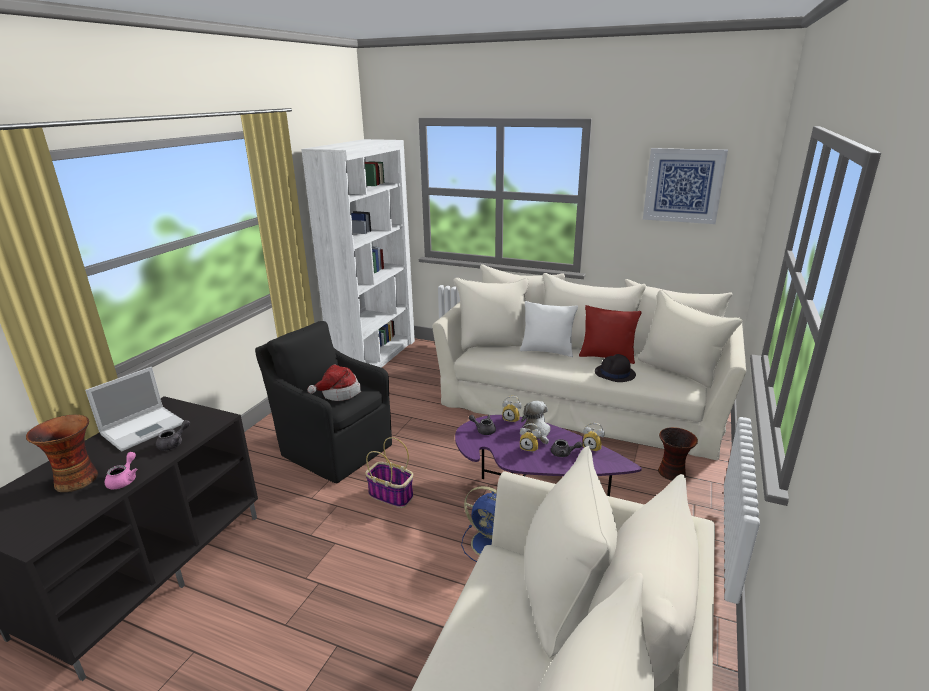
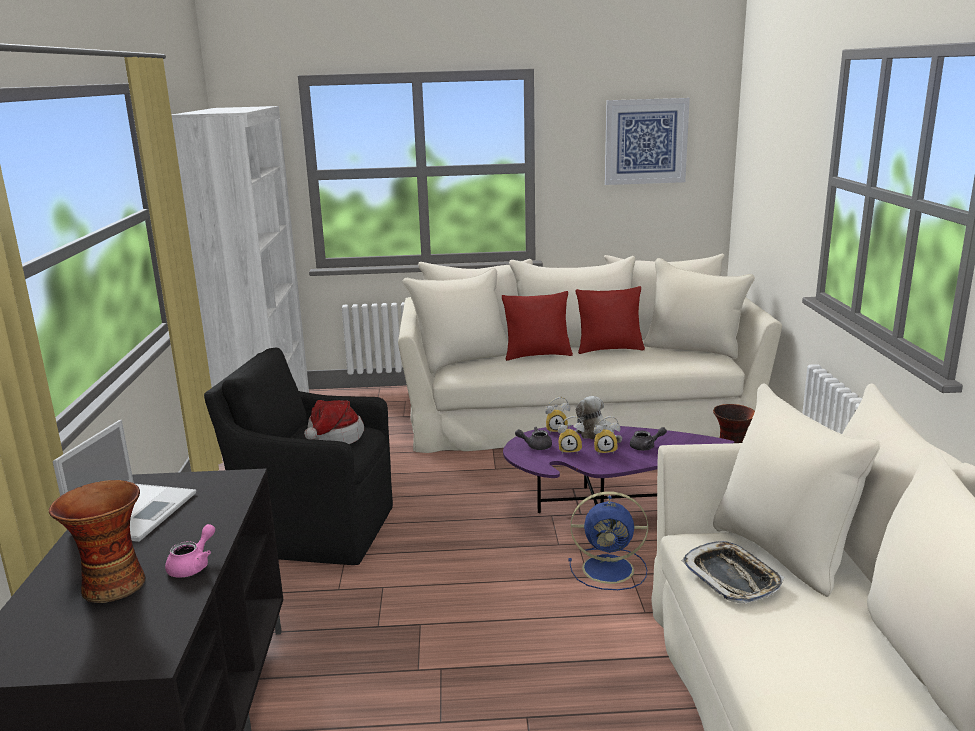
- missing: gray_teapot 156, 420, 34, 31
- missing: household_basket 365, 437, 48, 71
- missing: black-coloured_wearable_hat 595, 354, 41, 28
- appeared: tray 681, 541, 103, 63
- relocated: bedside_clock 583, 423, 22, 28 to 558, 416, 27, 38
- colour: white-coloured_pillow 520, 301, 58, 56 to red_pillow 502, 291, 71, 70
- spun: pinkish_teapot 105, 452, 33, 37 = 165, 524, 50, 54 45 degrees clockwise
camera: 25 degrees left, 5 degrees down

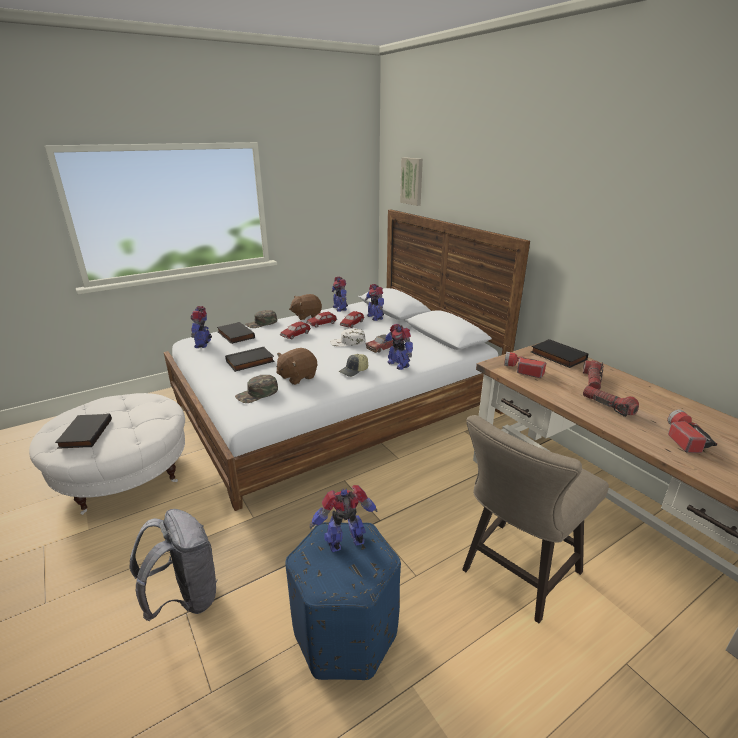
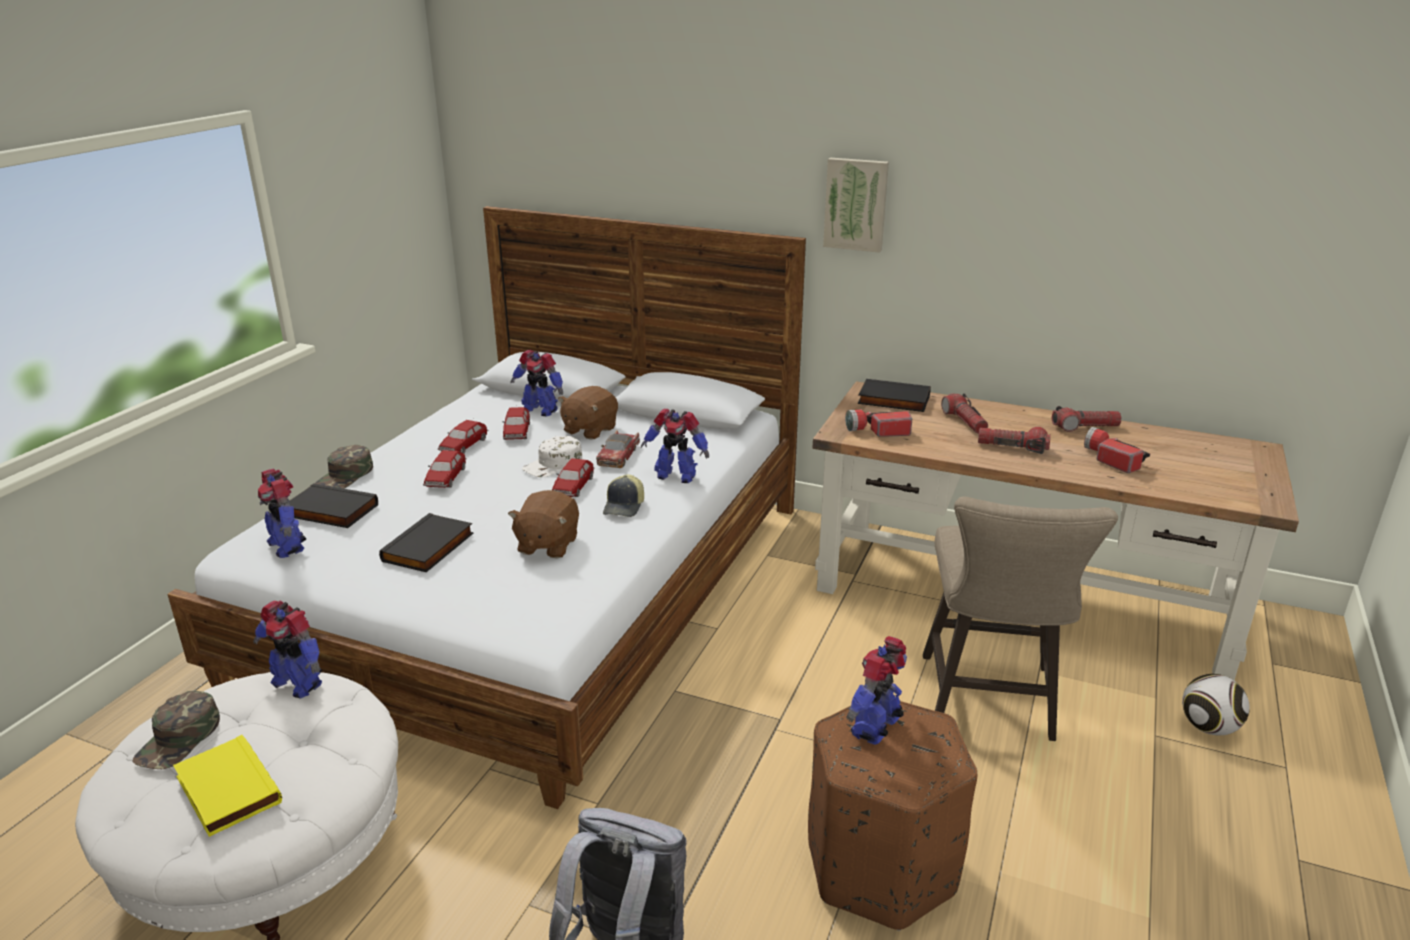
- appeared: miniature_car 552, 458, 42, 39
- appeared: hand_torch 1051, 406, 71, 26
- appeared: football_ball 1182, 674, 68, 61
- relocated: green_peaked_cap 235, 375, 43, 28 to 132, 690, 88, 79
- relocated: brownish_soft_toy 289, 294, 33, 26 to 558, 386, 60, 54
- relocated: toy_robot 332, 277, 16, 35 to 253, 601, 69, 98
- relocated: wall_picture 400, 157, 23, 49 to 823, 158, 66, 95
- colour: black-coloured_volume 55, 413, 57, 36 to yellow_volume 173, 735, 109, 102
- colour: blue_footrest 285, 522, 116, 158 to brownish_footrest 808, 701, 169, 230
camera: 35 degrees left, 0 degrees up

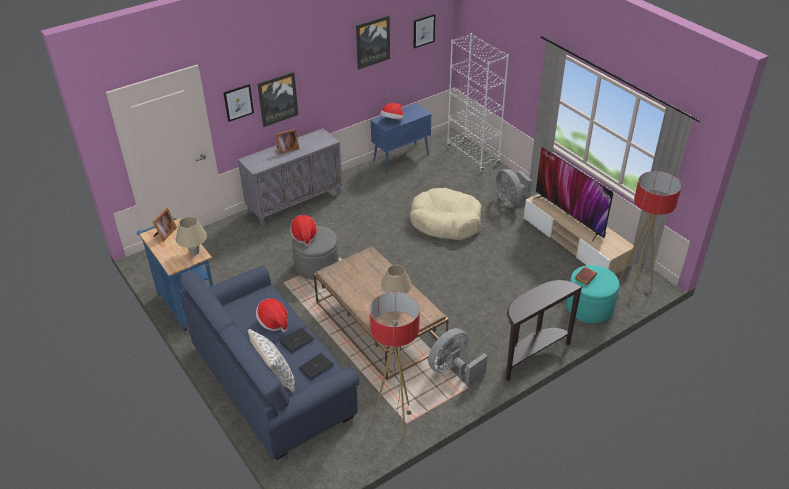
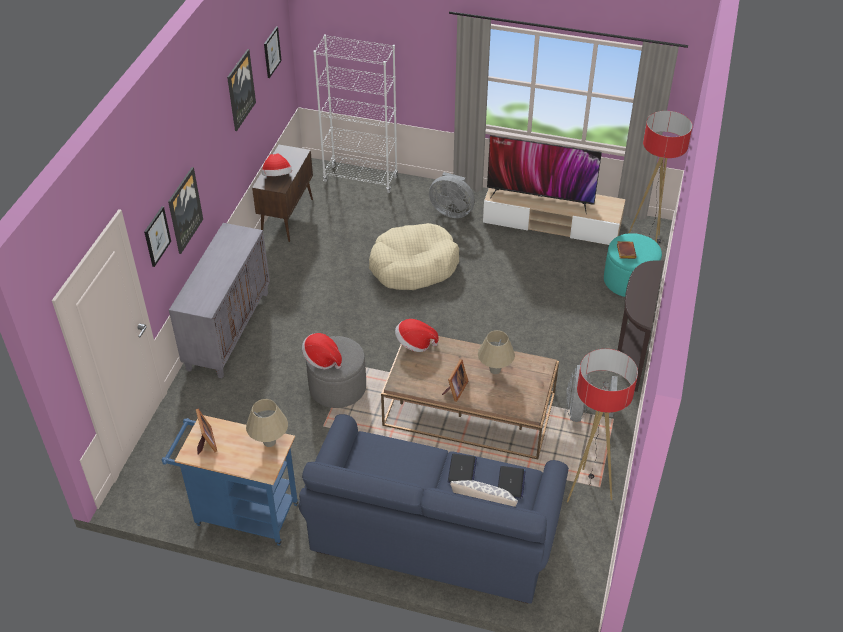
- relocated: wearable_hat 256, 299, 32, 33 to 395, 319, 44, 33
- relocated: picture_frame 276, 129, 23, 25 to 442, 359, 26, 43
- colour: blue_cabinet 371, 103, 60, 69 to brownish_cabinet 252, 145, 61, 97
camera: 40 degrees left, 5 degrees up

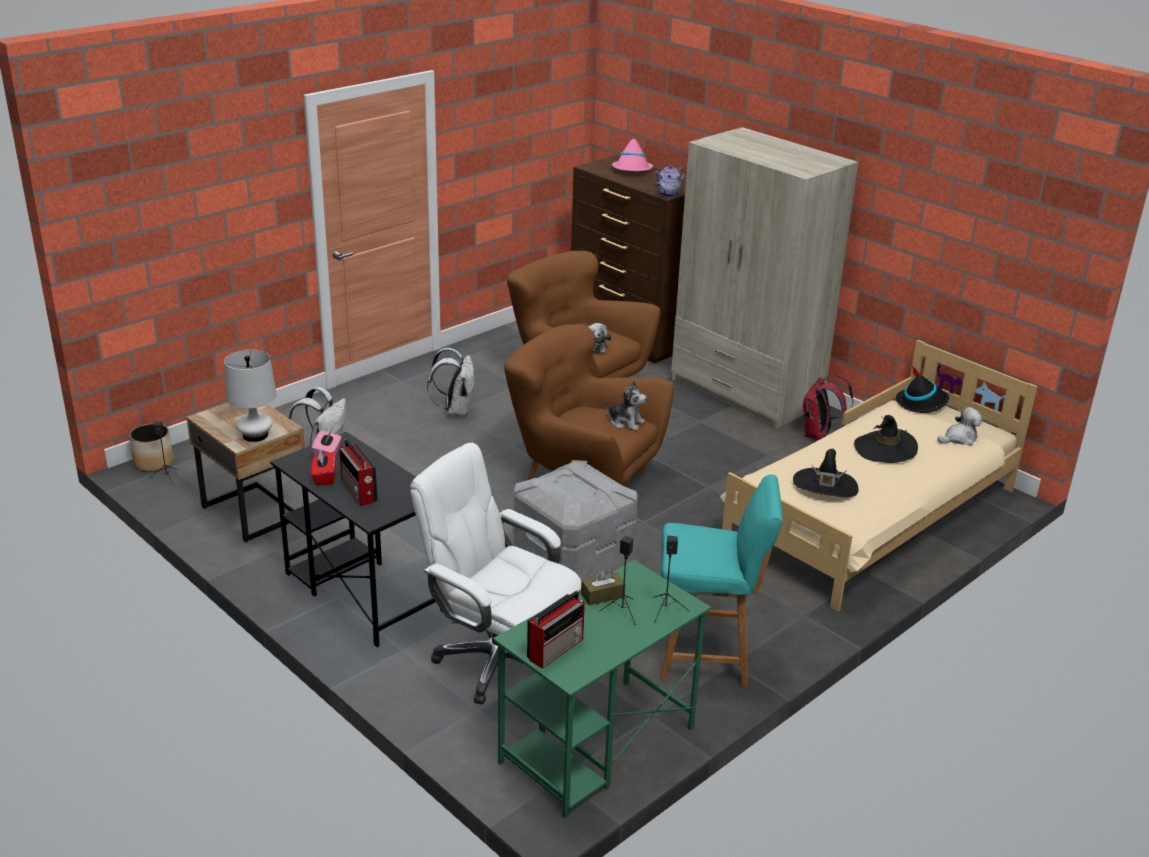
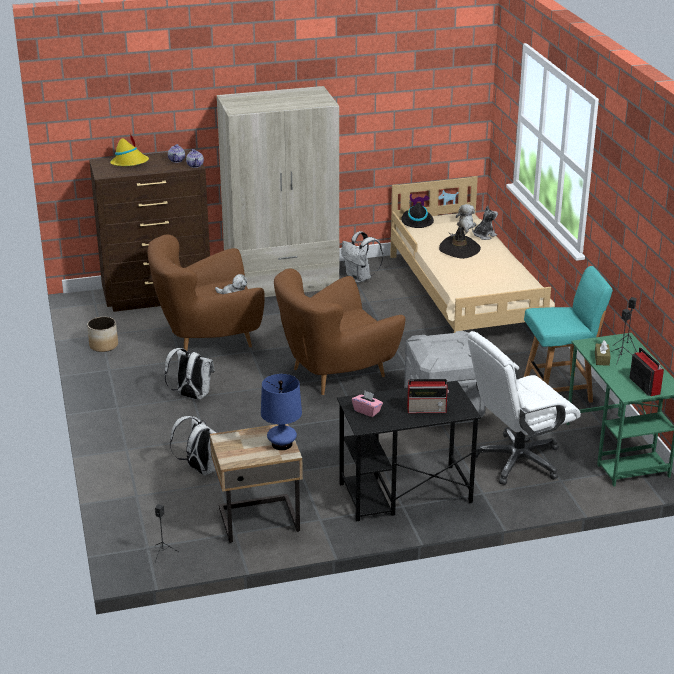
- missing: red_tissue_box 311, 450, 25, 35
- missing: black-coloured_wearable_hat 793, 449, 66, 48
- relocated: plant_pot 129, 424, 45, 48 to 87, 317, 31, 35
- relocated: soft_toy 604, 381, 43, 50 to 472, 206, 26, 34
- colour: white-coloured_tabletop_lamp 224, 350, 53, 92 to blue_tabletop_lamp 261, 374, 41, 76
- colour: pinkish_wearable_hat 612, 138, 41, 33 to yellow_wearable_hat 110, 134, 39, 32
- colour: red_rucksack 802, 374, 52, 66 to white-coloured_rucksack 341, 231, 42, 52
- spun: blue-green_upright_chair 661, 474, 122, 212 = 524, 266, 89, 137 45 degrees clockwise
camera: 60 degrees left, 0 degrees up

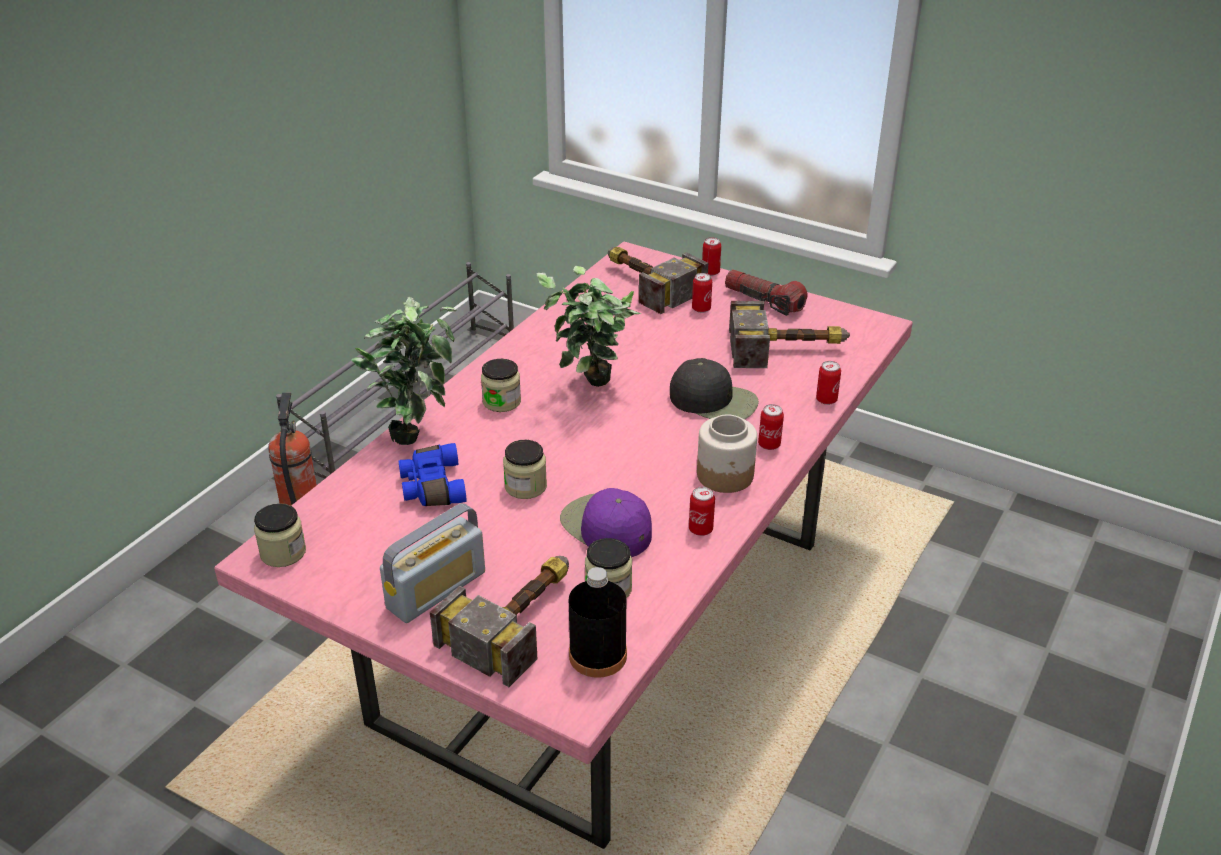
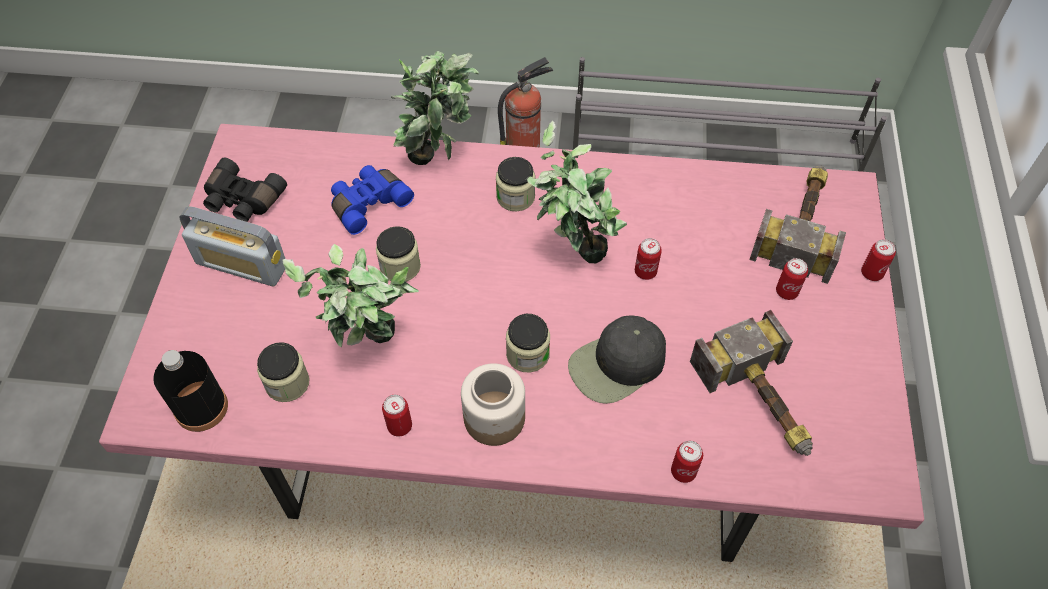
- missing: hammer 430, 556, 139, 131
- missing: hand_torch 725, 269, 83, 47
- appeared: black-coloured_pair_of_binoculars 203, 158, 84, 64
- relocated: preserve_jar 254, 503, 52, 64 to 506, 314, 44, 58
- relocated: metal_can 758, 404, 26, 46 to 635, 238, 27, 42
- exchanged: purplish_peaked_cap 560, 488, 92, 69 to plant_in_a_pot 282, 244, 137, 103
- spun: black-coloured_peaked_cap 670, 358, 89, 61 = 568, 315, 98, 89 60 degrees clockwise
camera: 65 degrees right, 20 degrees up

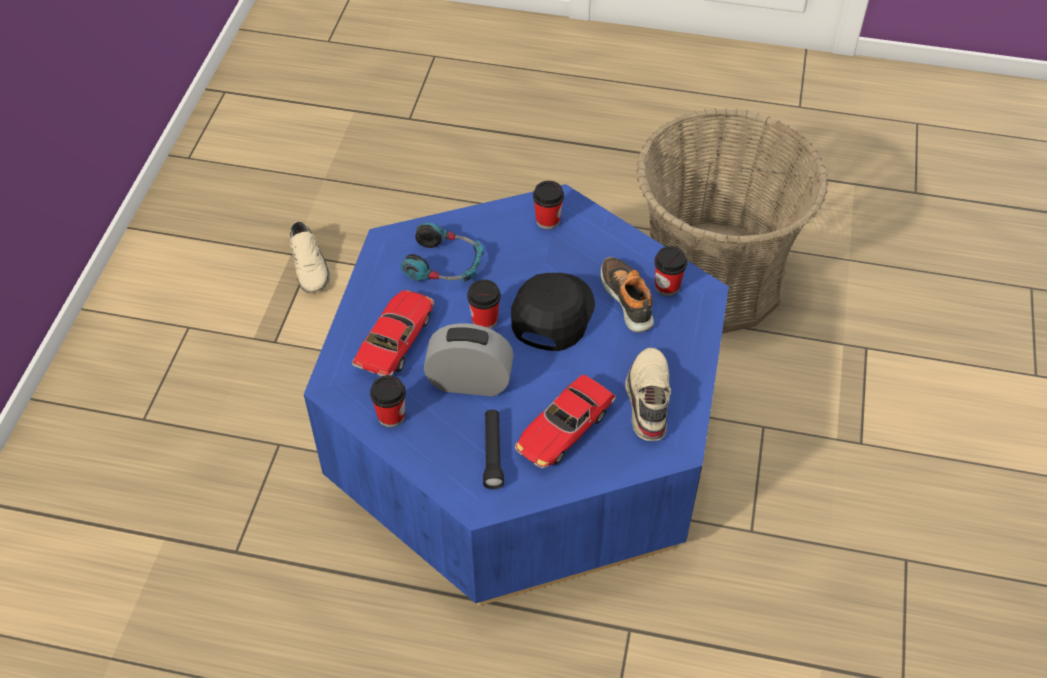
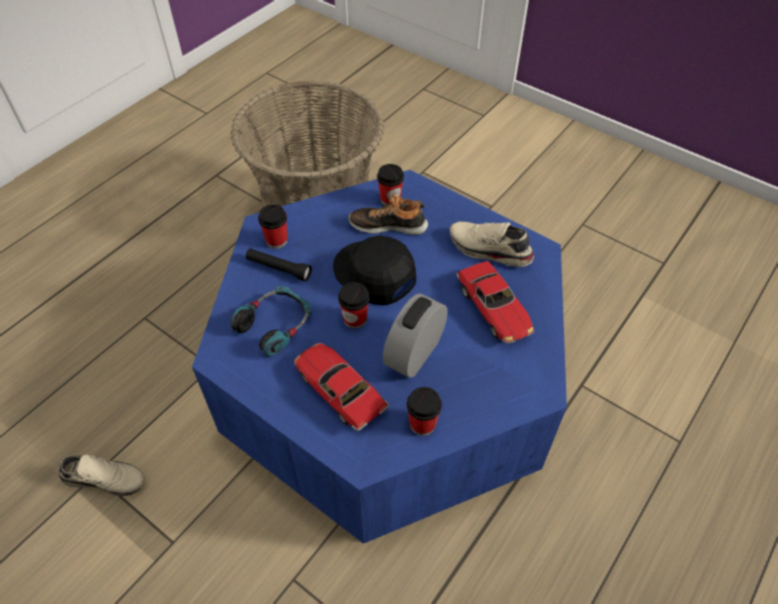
- relocated: black-coloured_hand_torch 483, 410, 21, 79 to 246, 248, 66, 34
camera: 65 degrees left, 0 degrees up

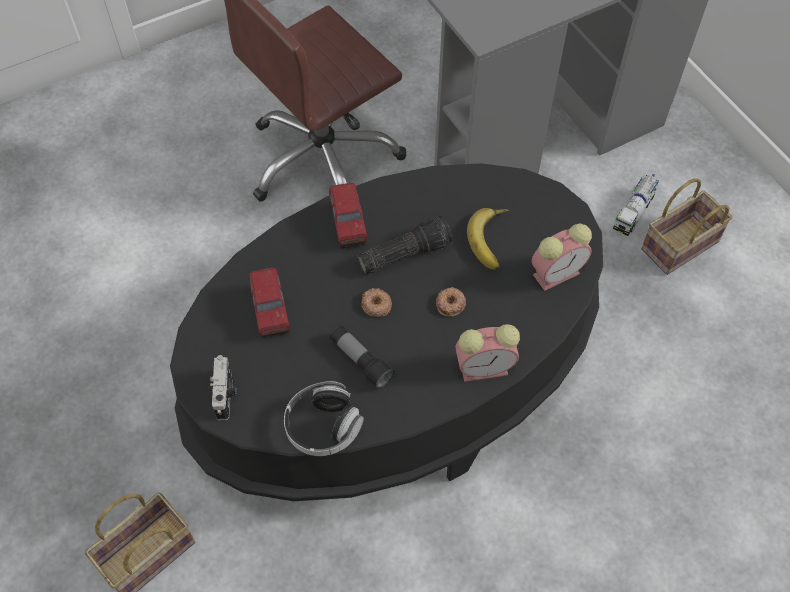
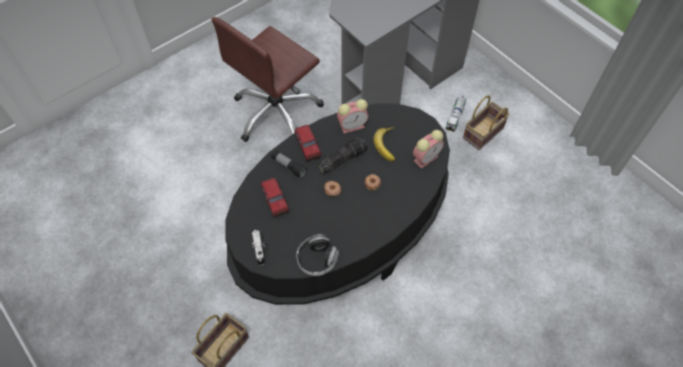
- relocated: hand_torch 330, 326, 65, 63 to 271, 150, 36, 29
- relocated: bedside_clock 455, 324, 65, 58 to 337, 99, 32, 35
camera: 10 degrees left, 0 degrees up

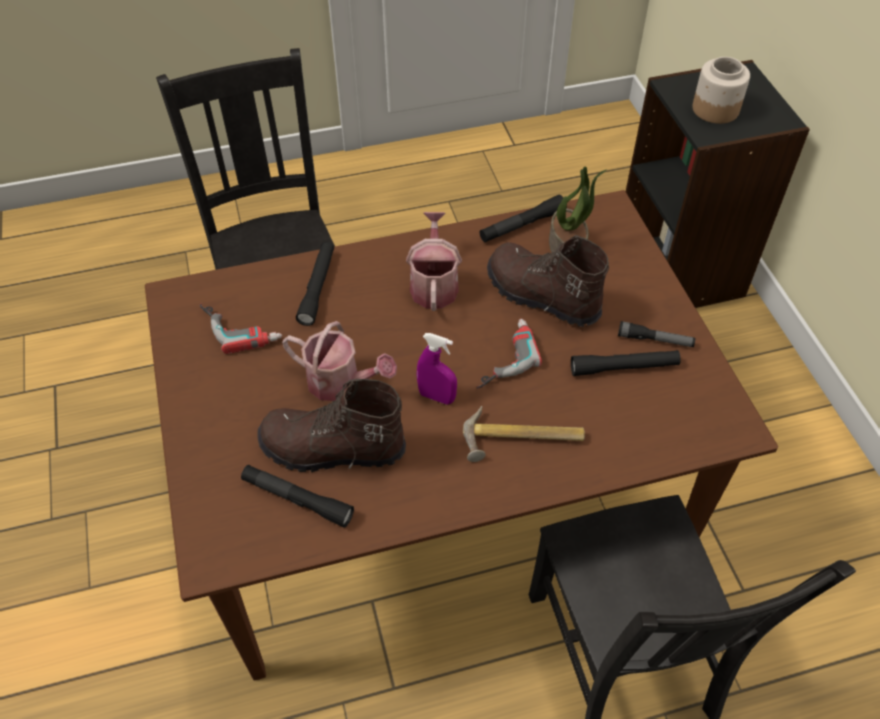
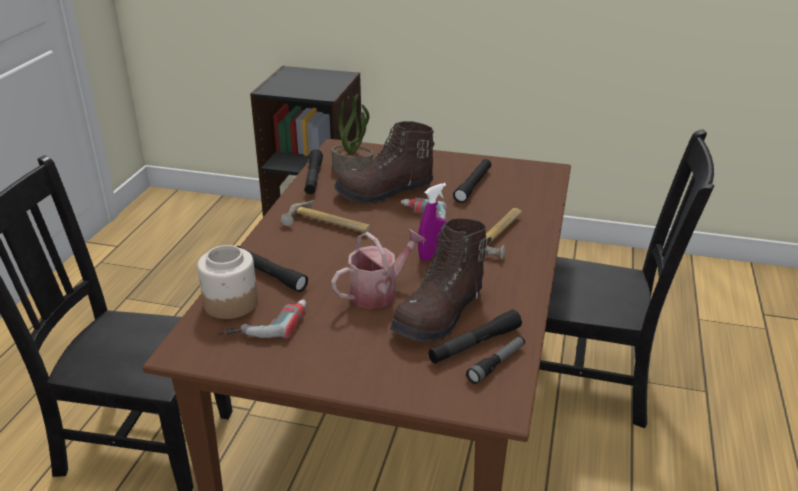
- relocated: hand_torch 618, 321, 77, 26 to 466, 336, 59, 48
- relocated: preserve_jar 692, 57, 58, 67 to 197, 245, 61, 74
- exchanged: watering_pot 406, 212, 56, 99 to hammer 281, 200, 89, 33
camera: 60 degrees left, 20 degrees down

